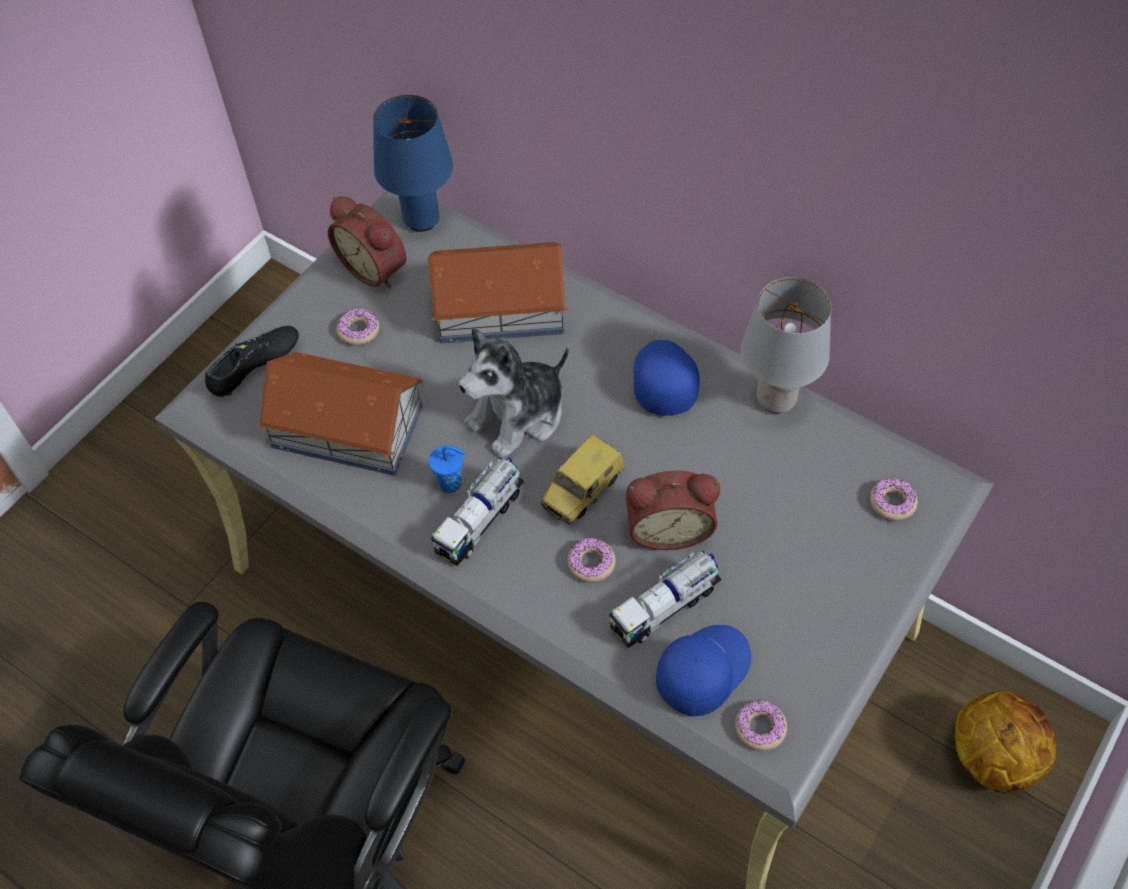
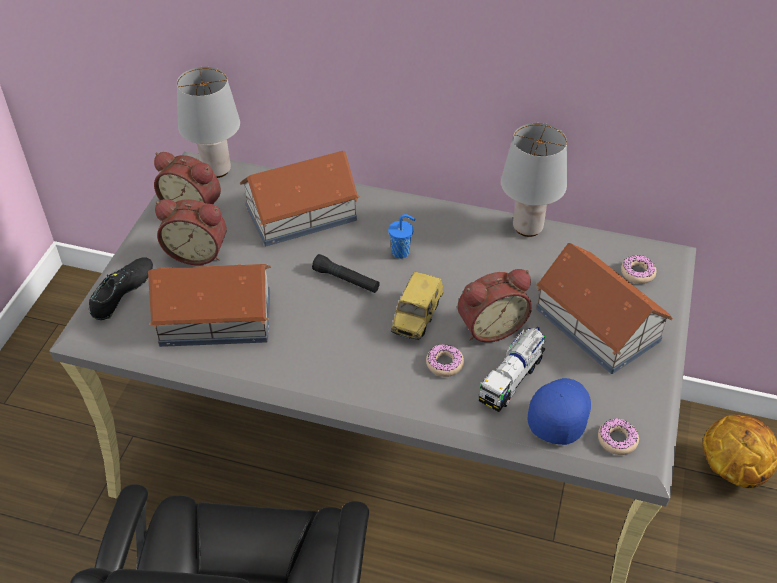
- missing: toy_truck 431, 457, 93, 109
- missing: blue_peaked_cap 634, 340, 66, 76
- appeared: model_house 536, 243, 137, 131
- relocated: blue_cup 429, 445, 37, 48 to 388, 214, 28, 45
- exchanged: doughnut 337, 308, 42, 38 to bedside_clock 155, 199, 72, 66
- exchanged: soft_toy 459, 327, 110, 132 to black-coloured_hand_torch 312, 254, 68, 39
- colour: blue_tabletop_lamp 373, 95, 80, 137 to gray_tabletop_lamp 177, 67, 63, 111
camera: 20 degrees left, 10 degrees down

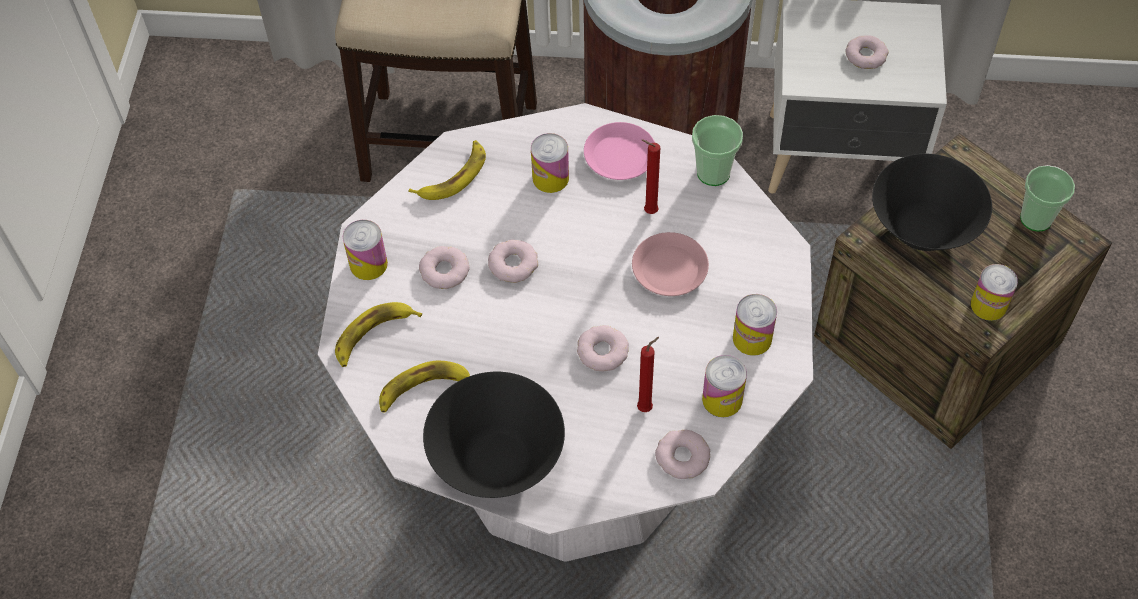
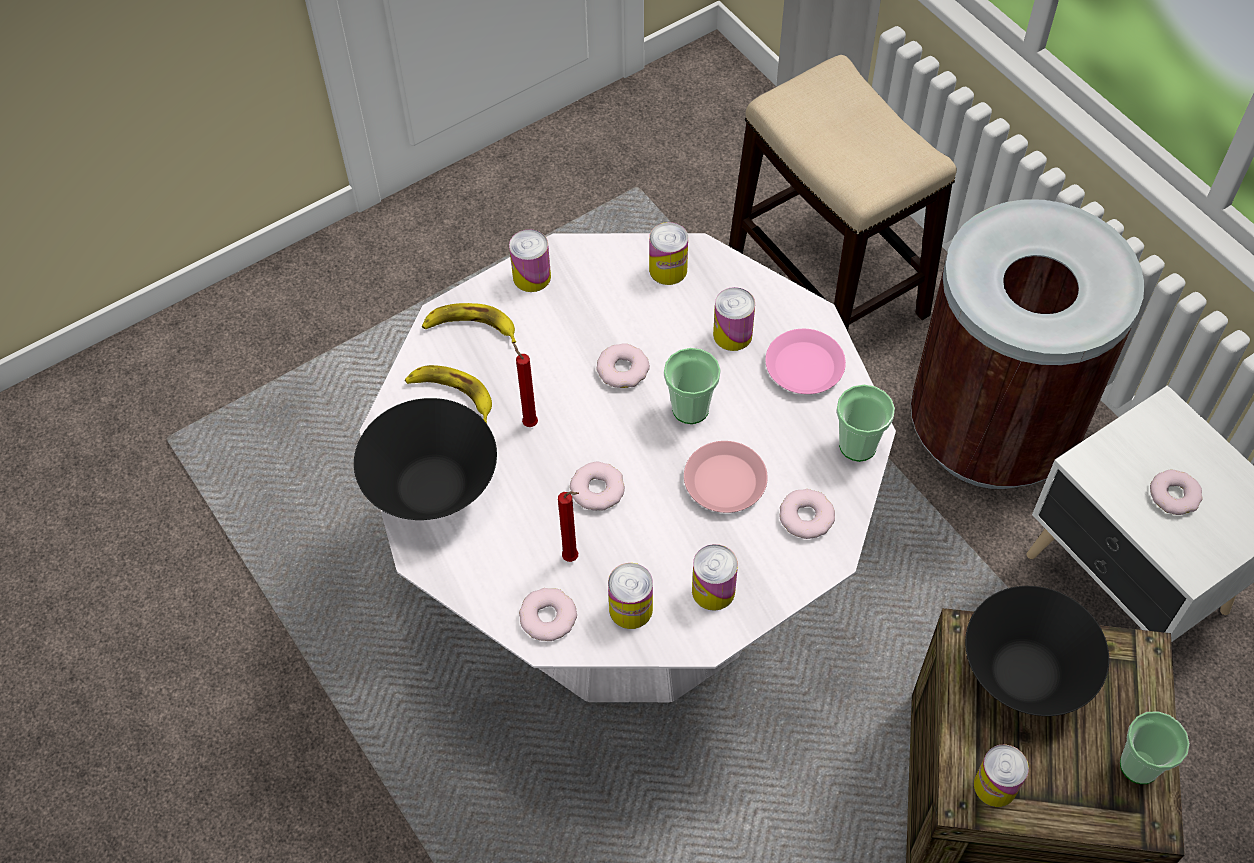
- appeared: cup 664, 348, 57, 76
- relocated: doughnut 419, 246, 51, 43 to 779, 489, 56, 50
- relocated: red_wax_candle 642, 140, 18, 74 to 513, 342, 25, 85
- exchanged: banana_fruit 408, 140, 78, 60 to metal_can 649, 222, 39, 63
camera: 50 degrees right, 0 degrees up

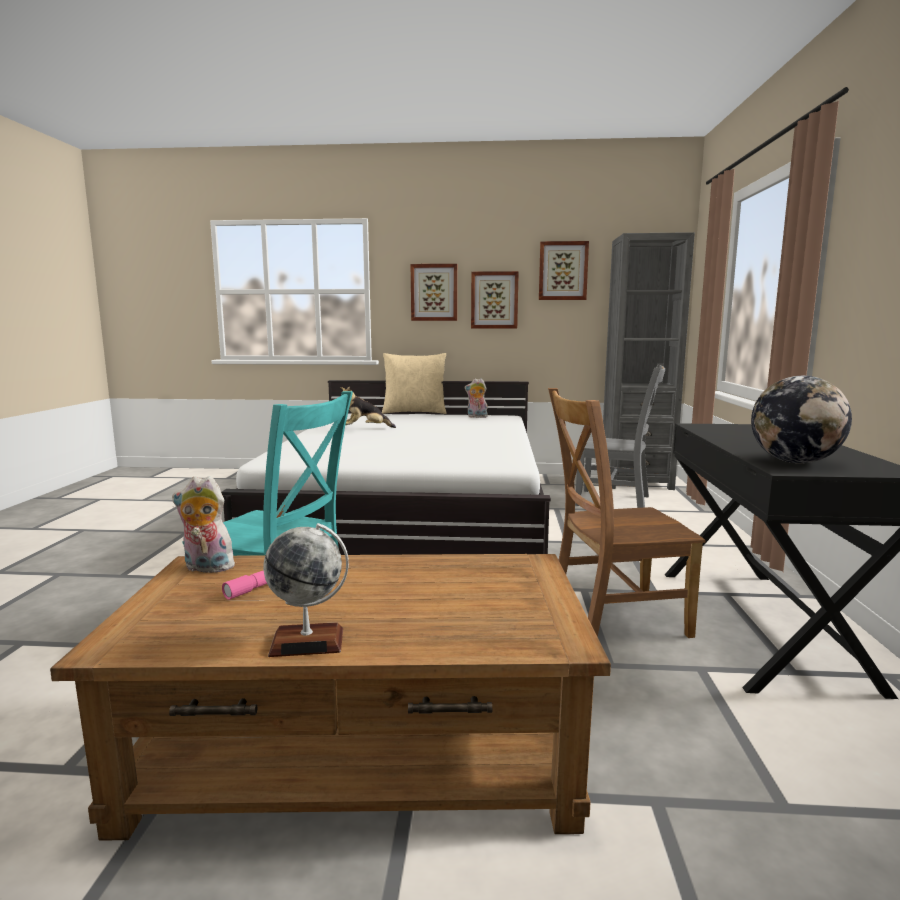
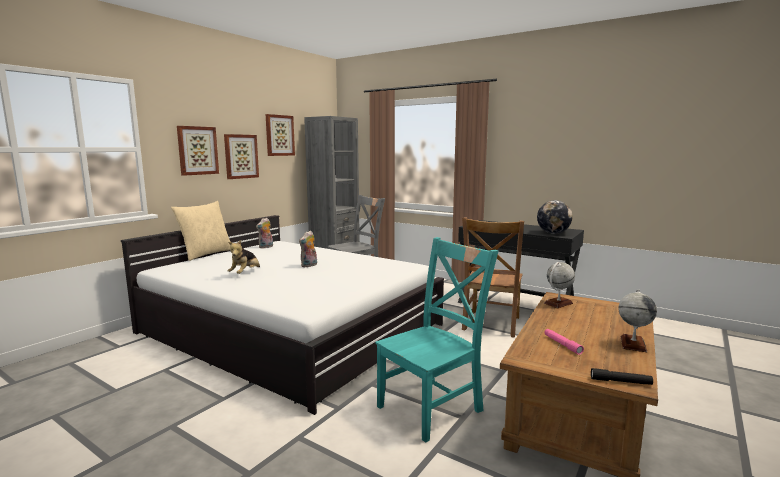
- appeared: globe 544, 262, 31, 46
- appeared: black-coloured_hand_torch 591, 368, 62, 17
- relocated: soft_toy 172, 476, 65, 97 to 299, 231, 18, 36
camera: 60 degrees left, 0 degrees up

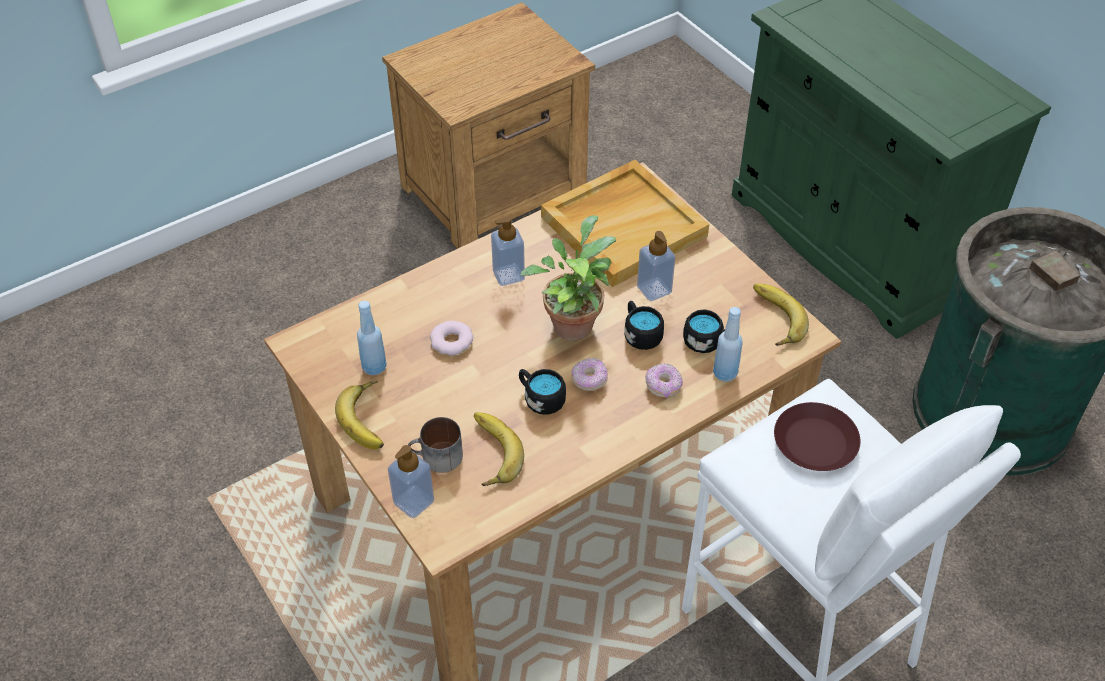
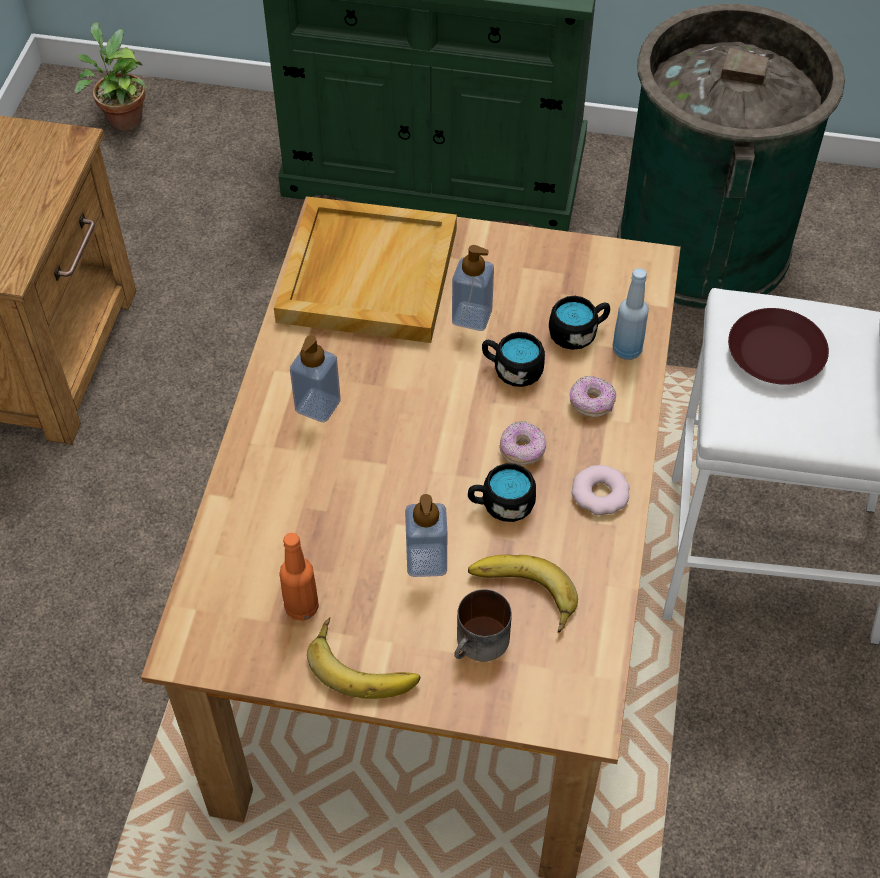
- missing: banana_fruit 753, 284, 56, 62
- relocated: soap_dispenser 388, 445, 46, 73 to 405, 494, 42, 83
- relocated: doughnut 430, 321, 43, 35 to 572, 465, 58, 50
- relocated: plant_in_a_pot 521, 215, 95, 126 to 75, 22, 73, 109
- colour: blue_drink_bottle 357, 301, 30, 74 to orangey_drink_bottle 279, 533, 40, 88
camera: 45 degrees left, 5 degrees up

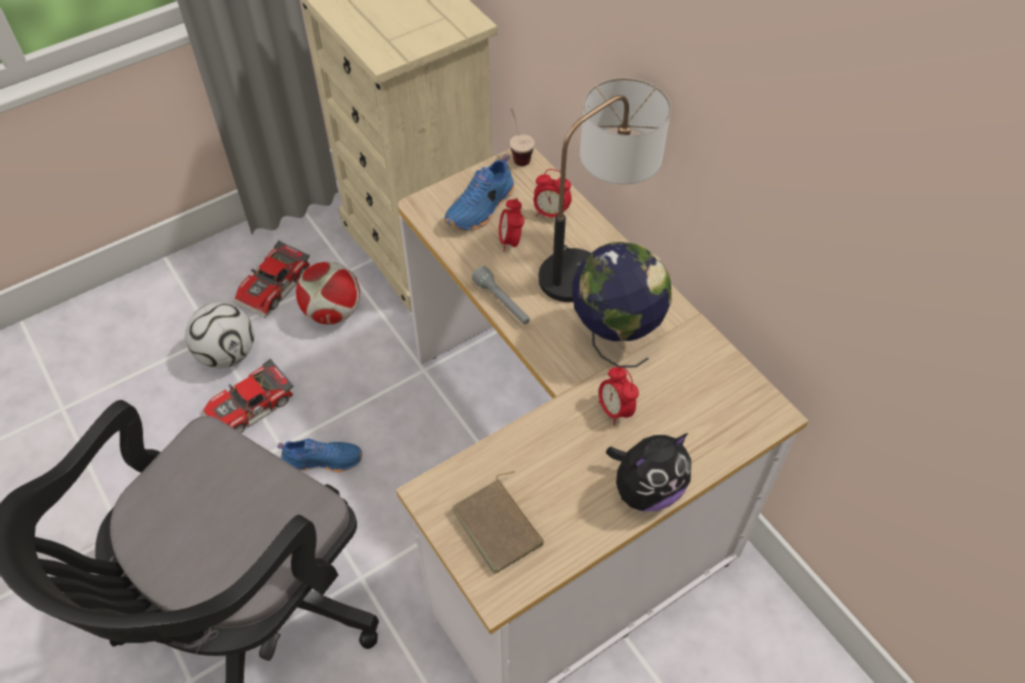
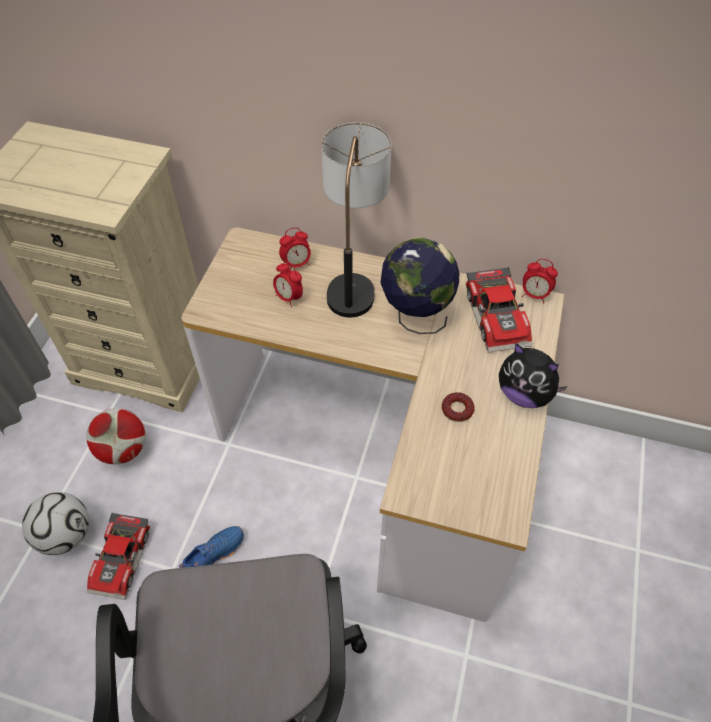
- missing: blue_low_shoe 445, 154, 69, 76
- missing: brownish_volume 452, 471, 92, 103
- missing: gray_hand_torch 472, 266, 58, 58
- missing: cup 510, 108, 25, 58
- appeared: doughnut 442, 392, 33, 30
- relocated: miniature_car 234, 241, 76, 77 to 466, 267, 66, 86
- relocated: bedside_clock 599, 367, 40, 59 to 522, 259, 36, 45
- spun: soft_toy 606, 433, 85, 78 = 499, 343, 69, 65 105 degrees clockwise
camera: 40 degrees left, 0 degrees up

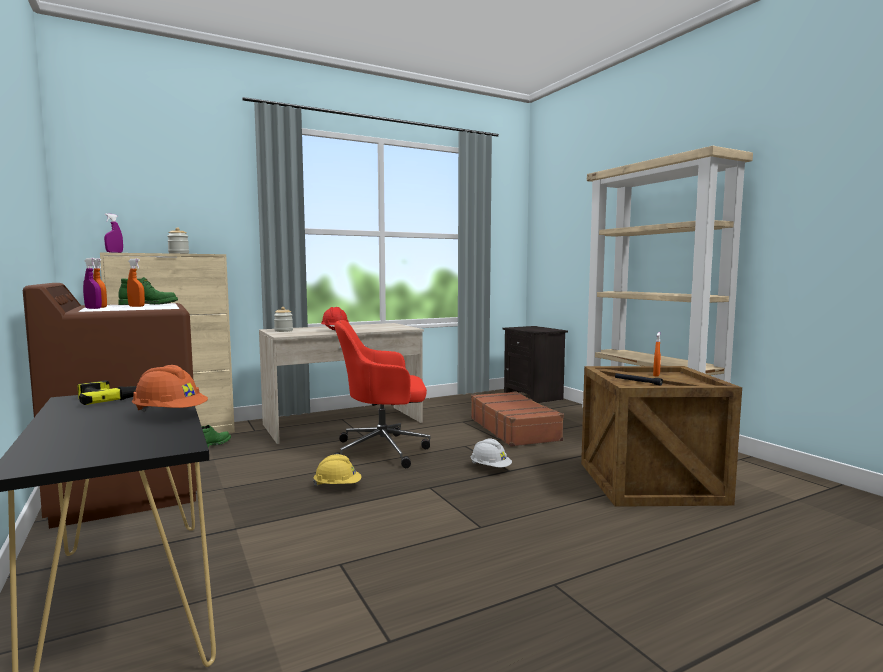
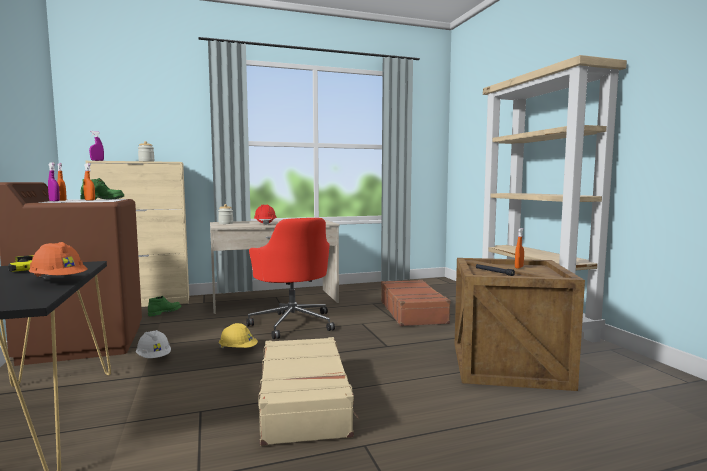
- missing: black-coloured_night_table 502, 326, 66, 77
- appeared: sand-coloured_travel_case 258, 337, 101, 109
- relocated: white-coloured_safety_helmet 471, 438, 41, 29 to 136, 330, 35, 28
- spun: red_computer_chair 334, 320, 97, 148 = 246, 218, 89, 121 120 degrees counterclockwise
camera: 10 degrees right, 0 degrees up

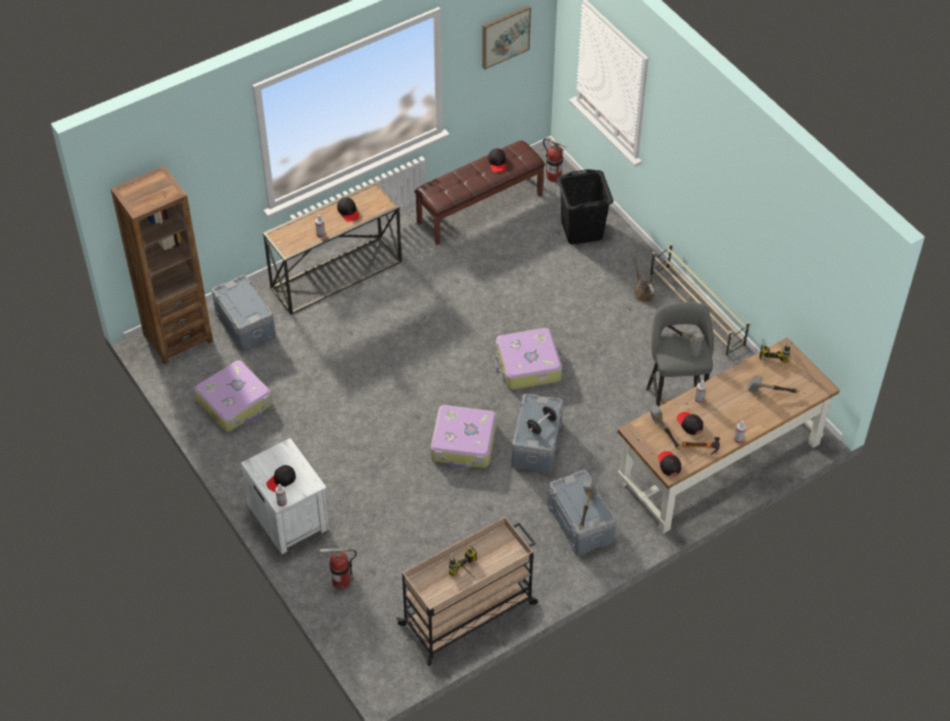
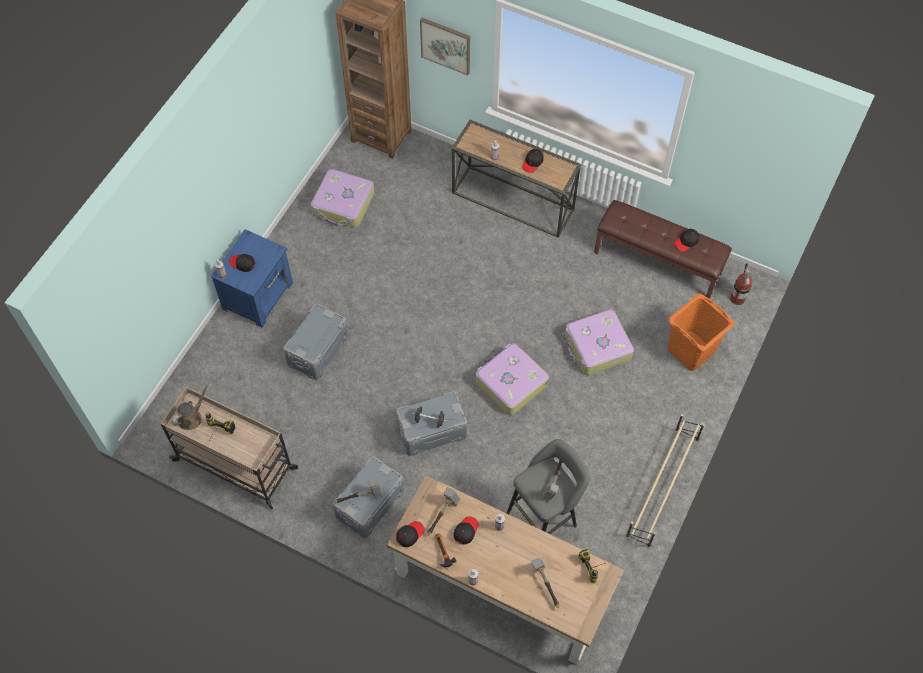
- missing: fire-fighting_cylinder 320, 548, 37, 41
- relocated: gray_storage_bin 212, 275, 64, 77 to 283, 303, 66, 77
- relocated: travel_case 431, 405, 65, 64 to 565, 309, 69, 66
- relocated: wall_picture 482, 5, 49, 65 to 420, 18, 50, 57
- relocated: brownish_watering_pot 634, 253, 21, 49 to 171, 383, 39, 47
- colour: white-coloured_night_table 241, 438, 88, 116 to blue_night_table 211, 229, 82, 99
- colour: black-coloured_washing_basket 557, 169, 57, 76 to orangey_washing_basket 668, 294, 67, 77
camera: 60 degrees right, 10 degrees up

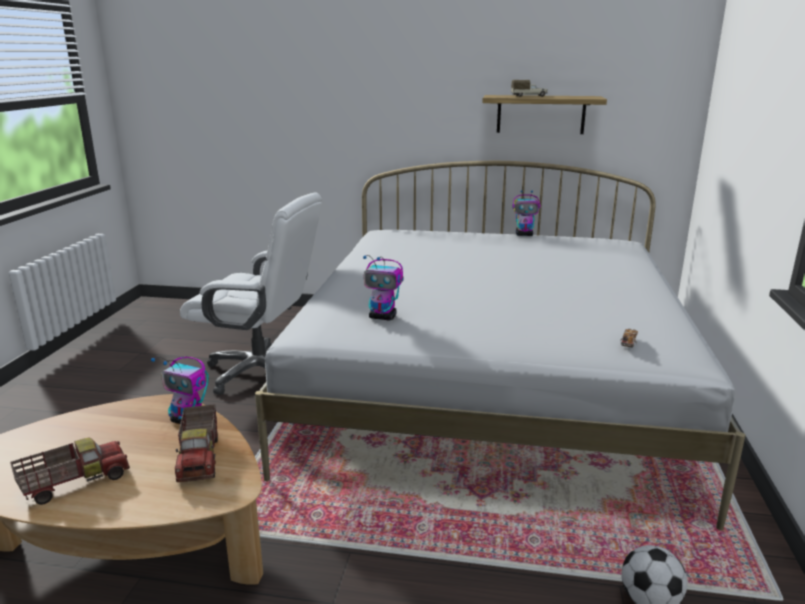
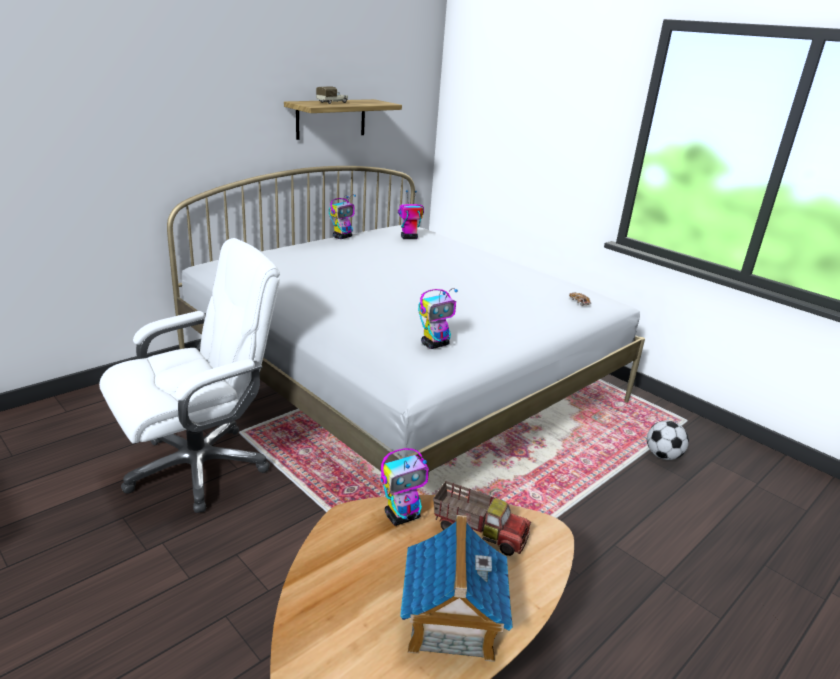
- appeared: toy_robot 398, 190, 26, 49
- exchanged: toy_truck 10, 437, 120, 68 to model_house 400, 515, 113, 147
camera: 55 degrees left, 5 degrees up

